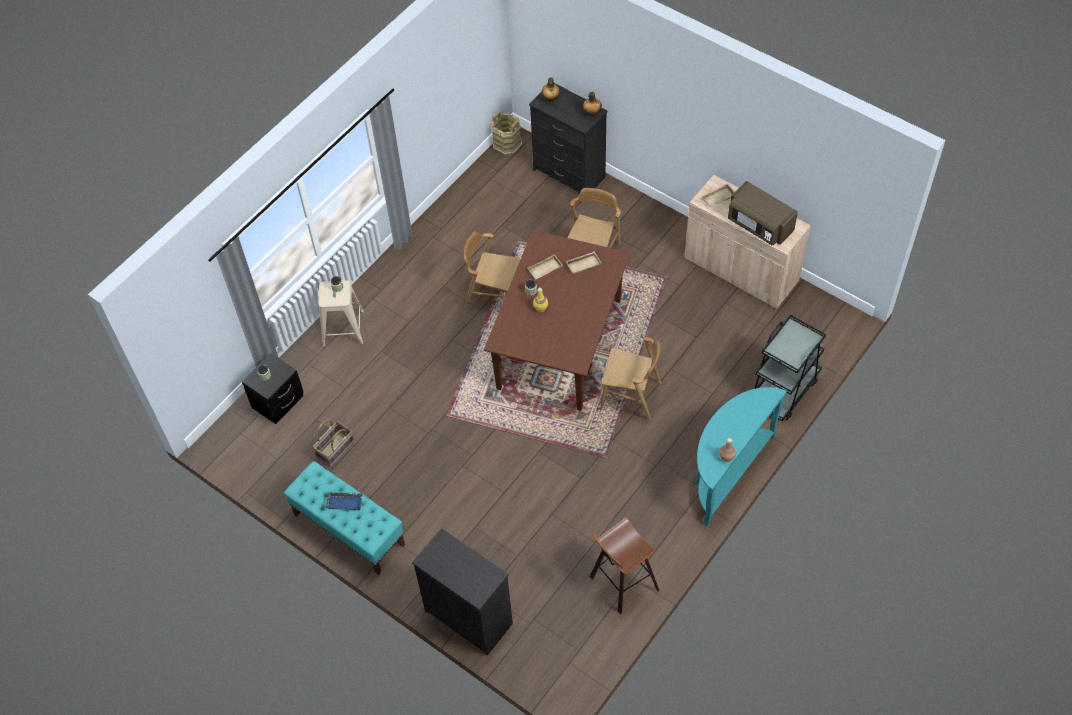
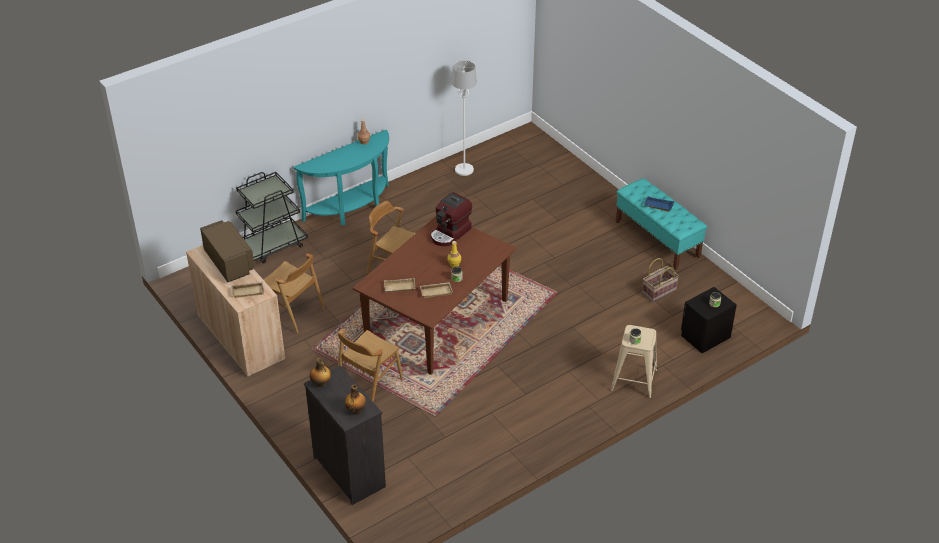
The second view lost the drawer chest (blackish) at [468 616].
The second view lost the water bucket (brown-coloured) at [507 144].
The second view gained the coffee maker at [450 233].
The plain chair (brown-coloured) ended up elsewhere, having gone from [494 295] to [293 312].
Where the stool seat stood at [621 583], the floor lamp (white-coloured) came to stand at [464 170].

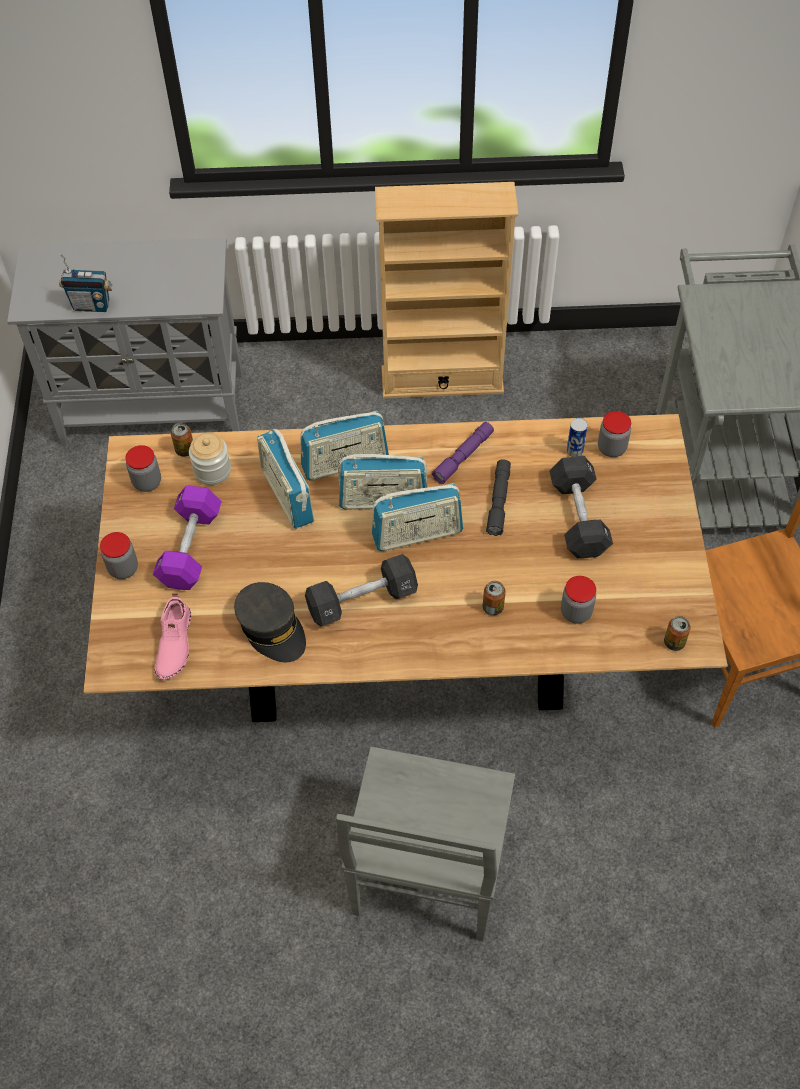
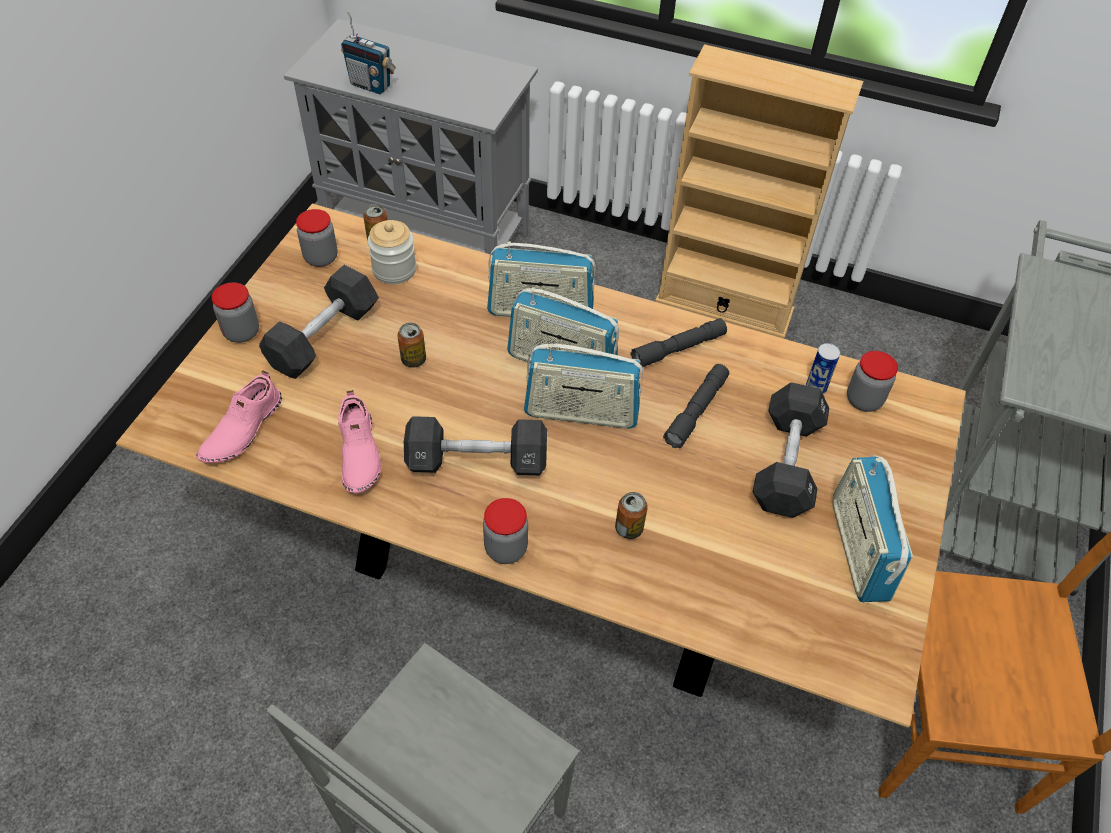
The radio receiver ended up elsewhere, having gone from [287 495] to [858 550].
The storage jar ended up elsewhere, having gone from [576 612] to [506 549].
The sealed can ended up elsewhere, having gone from [674 642] to [413 360].
Where the peaked cap (gray) stood at [272 628], the low shoe (pinkish) came to stand at [358 453].
What was the hand weight (purple) at [190 548] turned into the hand weight (blackish) at [323 337].
What was the torch (purple) at [463 457] turned into the torch (gray) at [678 349].

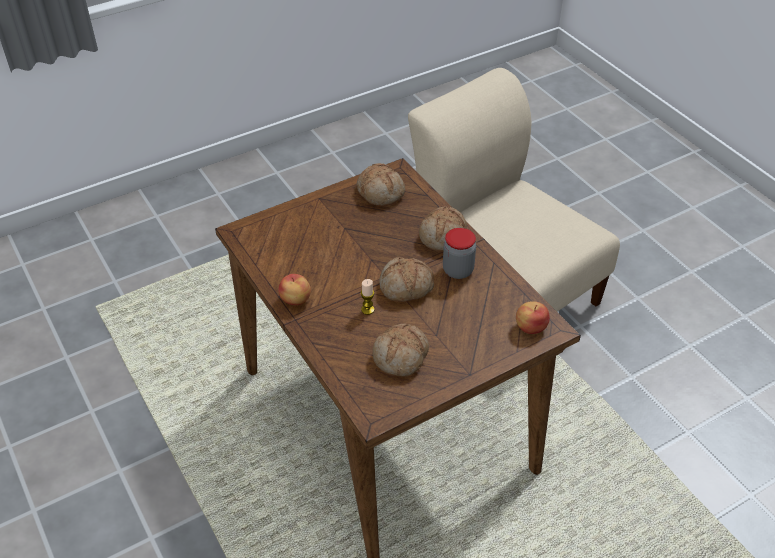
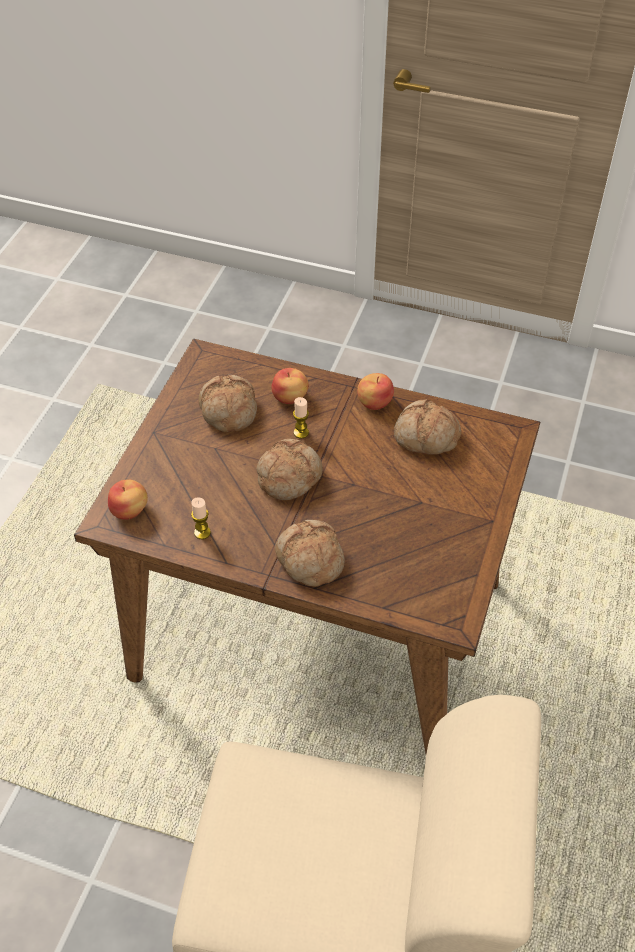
The second view lost the storage jar at [458 270].
The second view gained the wax candle at [202 532].
The second view gained the apple fruit at [290 398].
The bakery bread ended up elsewhere, having gone from [381 192] to [425 437].

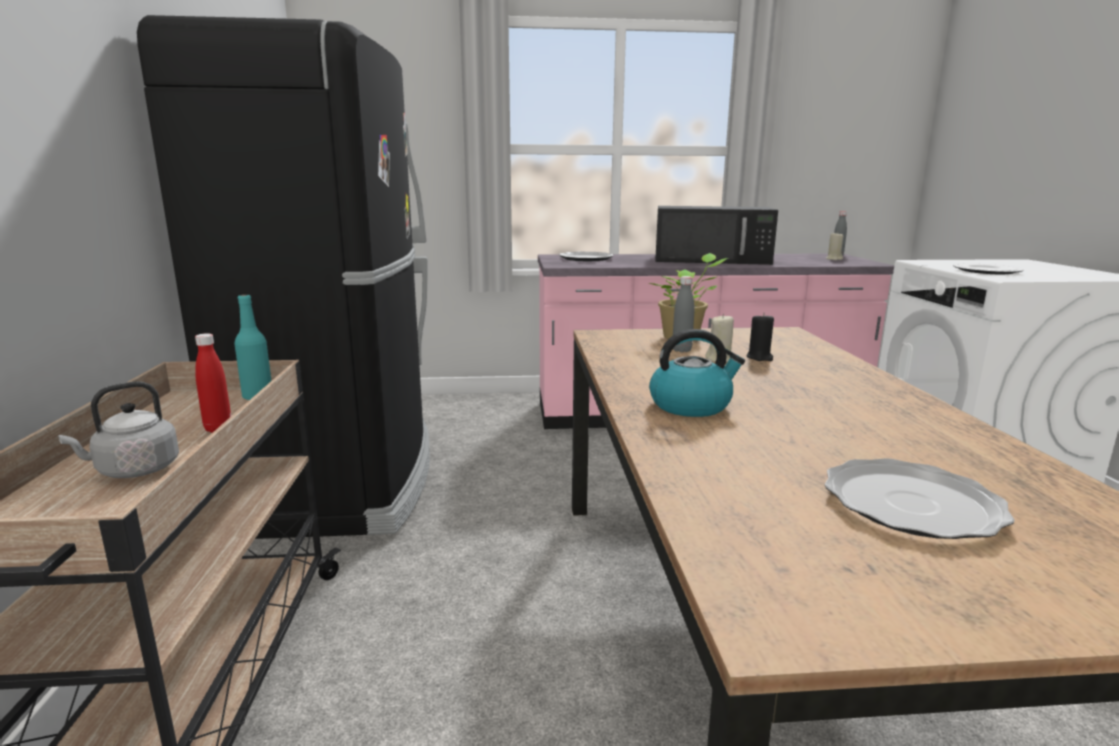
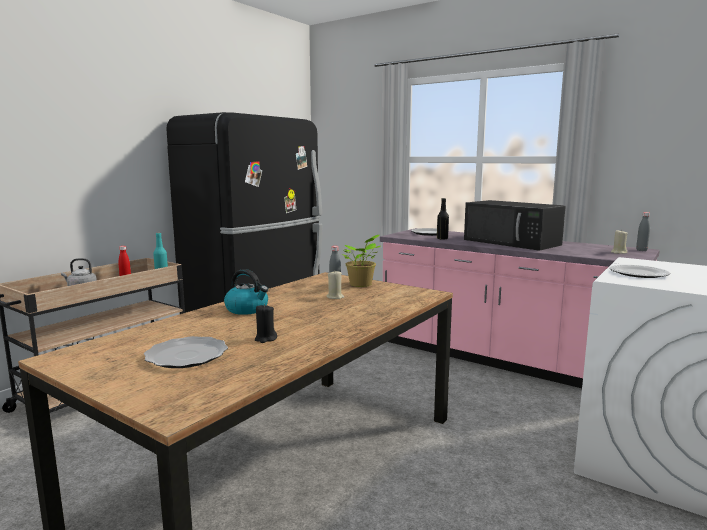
The second view gained the bottle (blackish) at [442 239].
The wax candle (blackish) ended up elsewhere, having gone from [759 357] to [265 339].

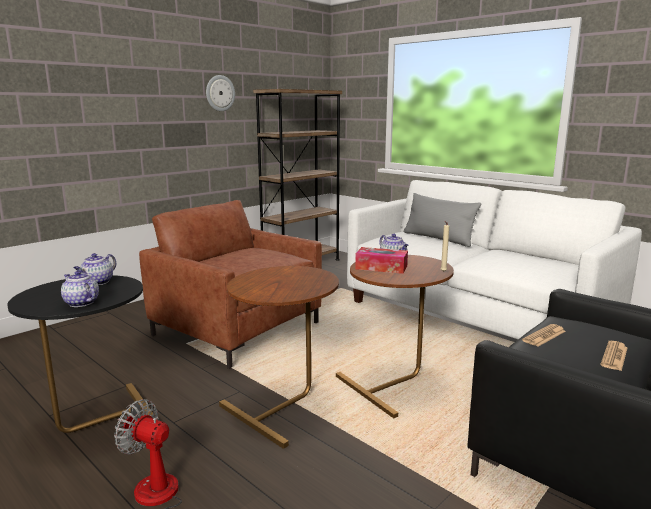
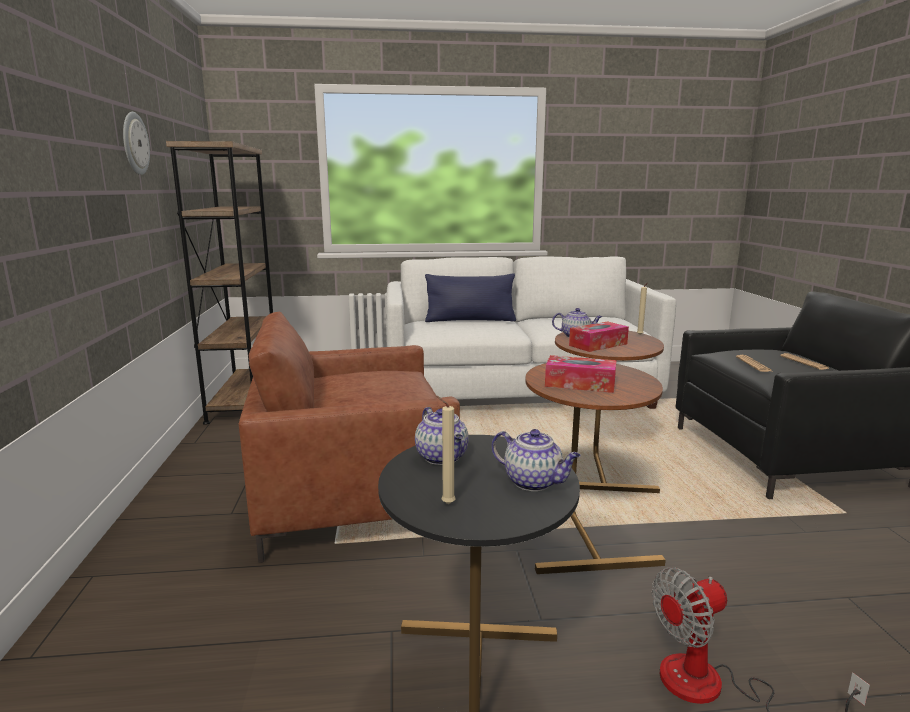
The second view gained the wax candle (beige) at [446 503].
The second view gained the tissue box at [580 384].
What was the pillow (gray) at [438 238] turned into the pillow (bluish) at [470 320].
The tea pot at [81 303] ended up facing another way, 135 degrees counterclockwise from before.

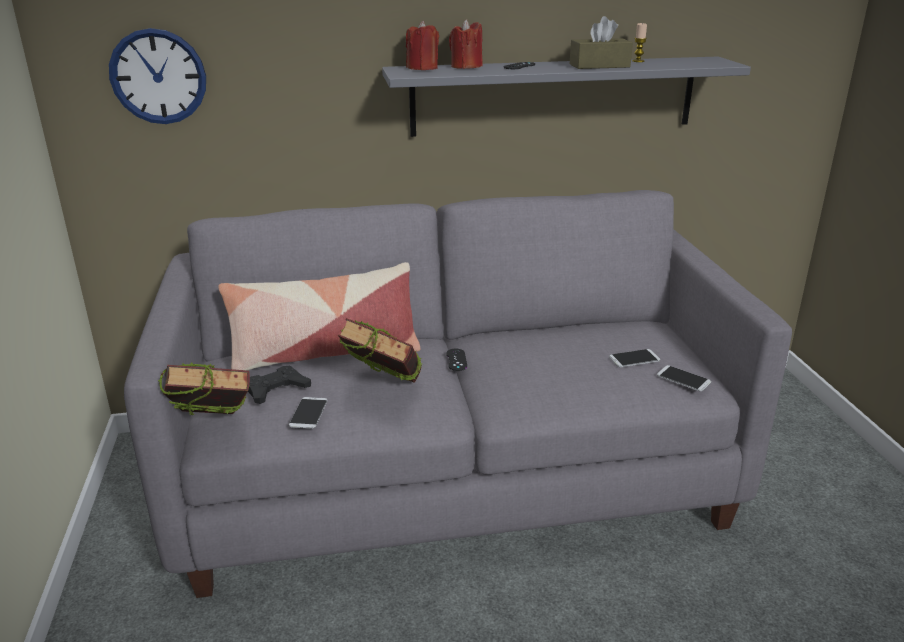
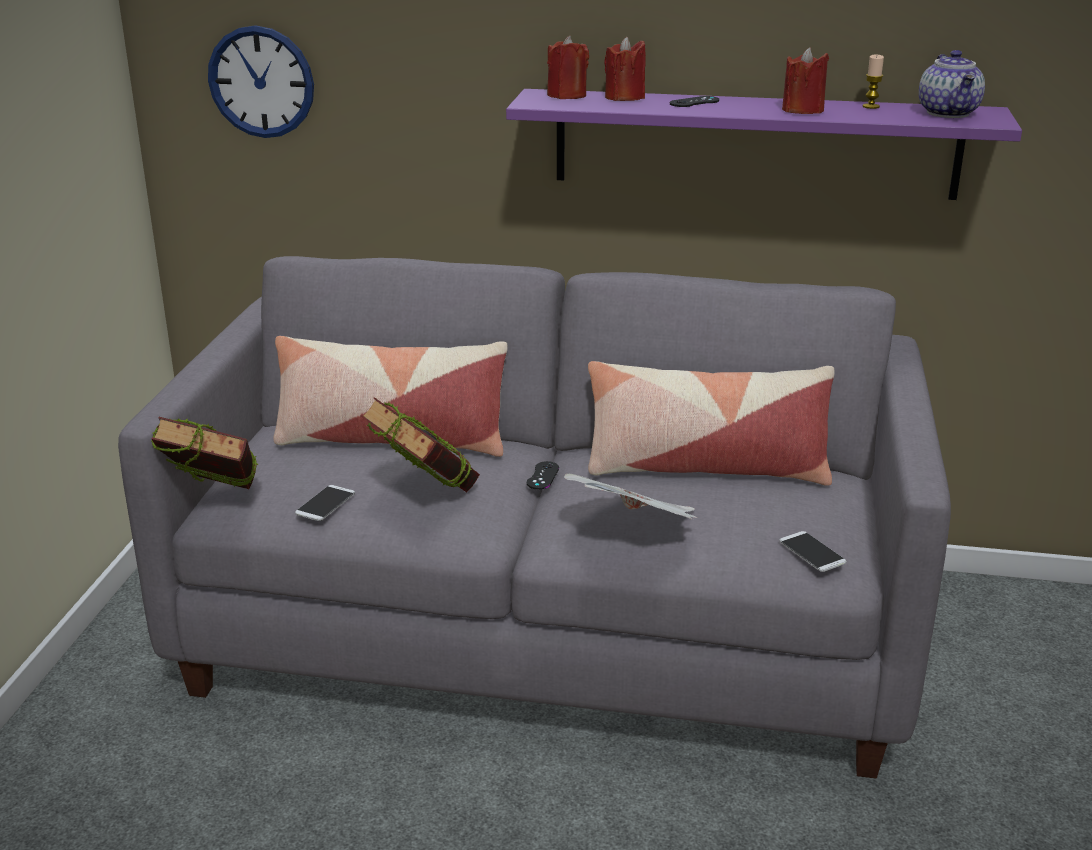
The second view lost the gamepad (blackish) at [277 390].
The second view lost the phone at [634 359].
The second view gained the newspaper at [635 528].
The second view gained the pillow at [706 467].
The second view gained the tea pot at [949 113].
Where the tissue box (brown-coloured) stood at [599 66], the wax candle (red) came to stand at [802 110].
What was the wall shelf (gray) at [554 96] turned into the wall shelf (purple) at [755 143].

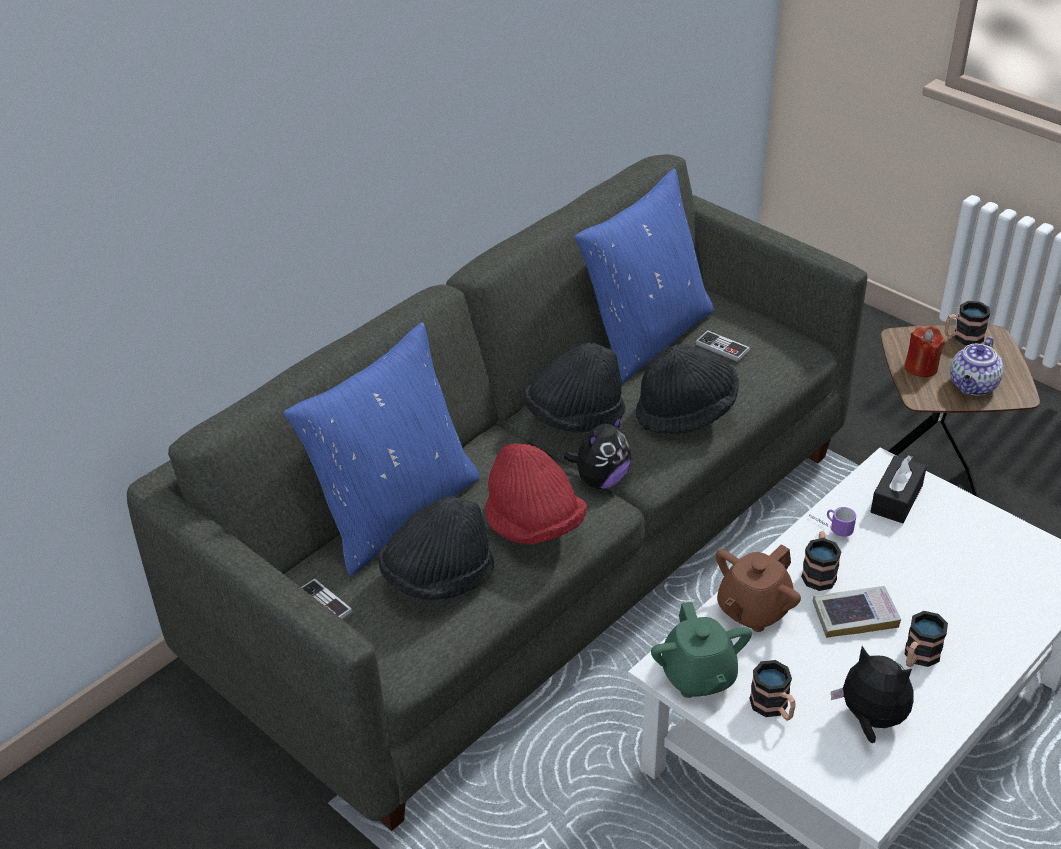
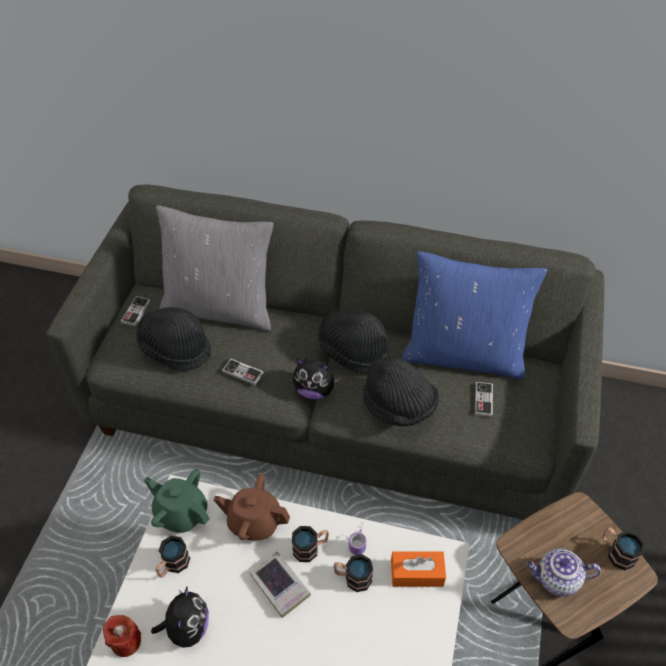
The wax candle (red) ended up elsewhere, having gone from [921 367] to [126 642].
The mug ended up elsewhere, having gone from [918 657] to [352 578].
Where the hat (red) stood at [533 525], the gamepad came to stand at [243 372].
What was the pillow (bluish) at [395 512] turned into the pillow (gray) at [220 307].
What was the tissue box (blackish) at [896 499] turned into the tissue box (orange-coloured) at [417 573].
The tea pot (green-coloured) at [698 676] ended up facing another way, 75 degrees clockwise from before.

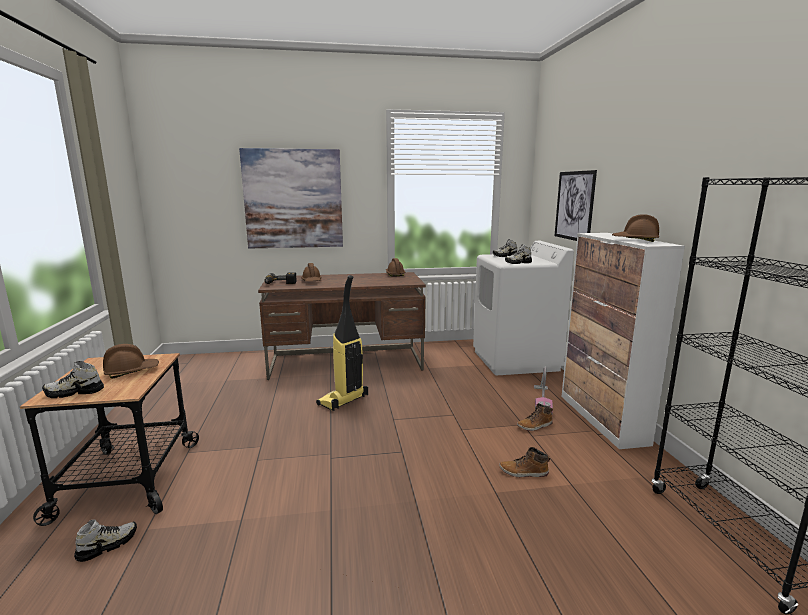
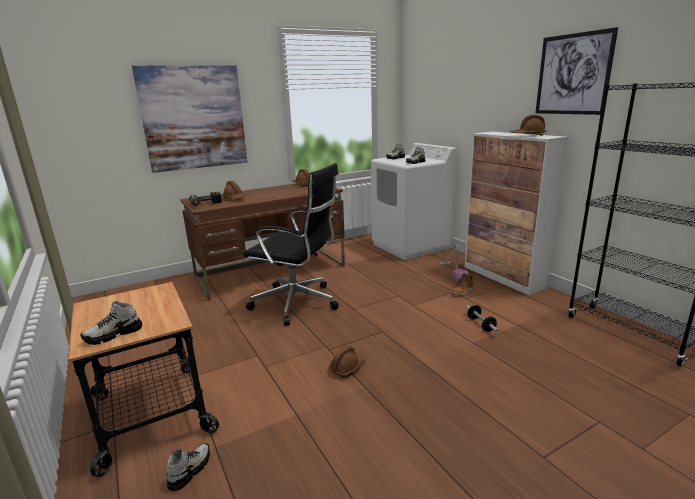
The safety helmet (brown-coloured) ended up elsewhere, having gone from [131 371] to [347 367].
The wall picture ended up elsewhere, having gone from [574 206] to [573 74].
Where the hoover stood at [343 401], the office chair (blackish) came to stand at [298 303].
Where the high-top boot stood at [523 472], the hand weight came to stand at [481 325].

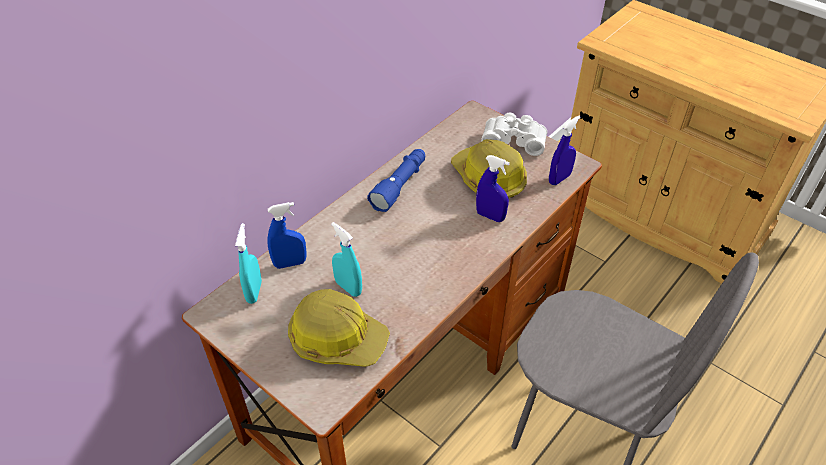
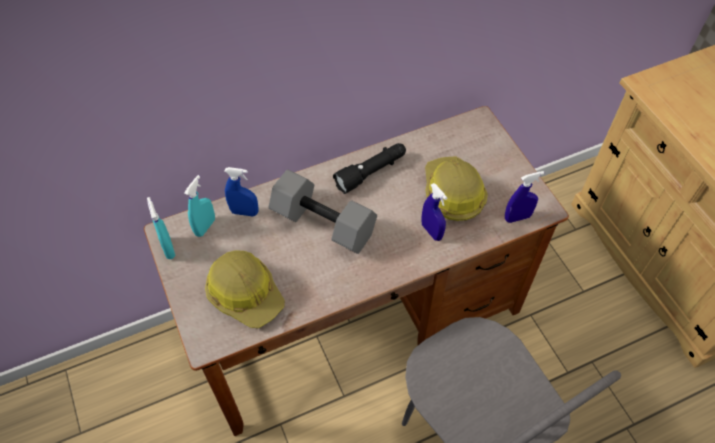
The second view lost the binoculars (white-coloured) at [514 140].
The second view gained the hand weight (gray) at [321 224].
The sprayer (turquoise) ended up elsewhere, having gone from [348 287] to [168 248].
What was the torch (bluish) at [400 185] turned into the torch (blackish) at [371 172].

